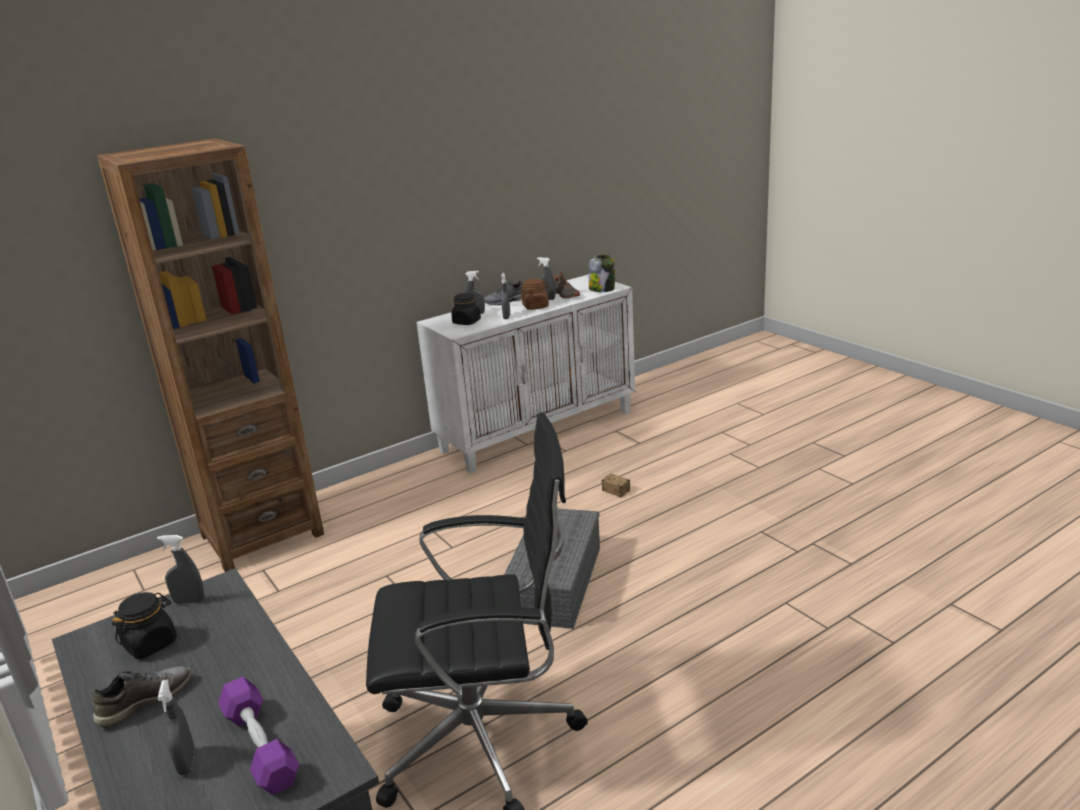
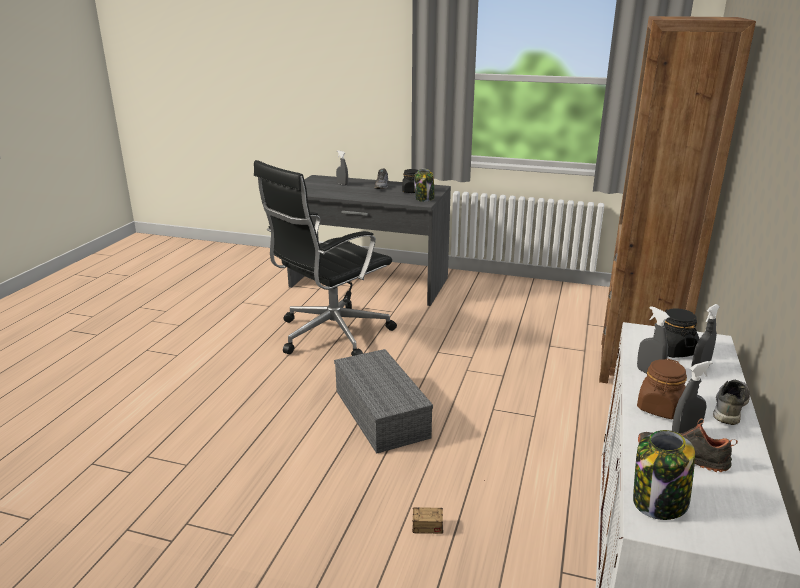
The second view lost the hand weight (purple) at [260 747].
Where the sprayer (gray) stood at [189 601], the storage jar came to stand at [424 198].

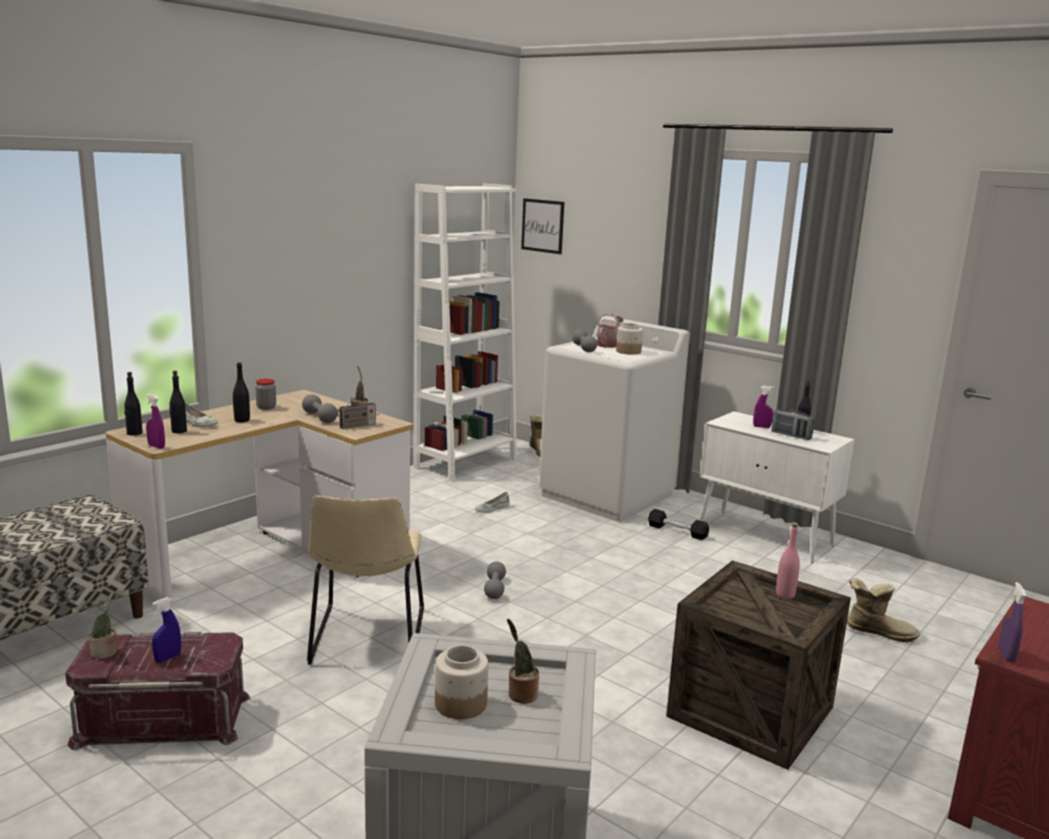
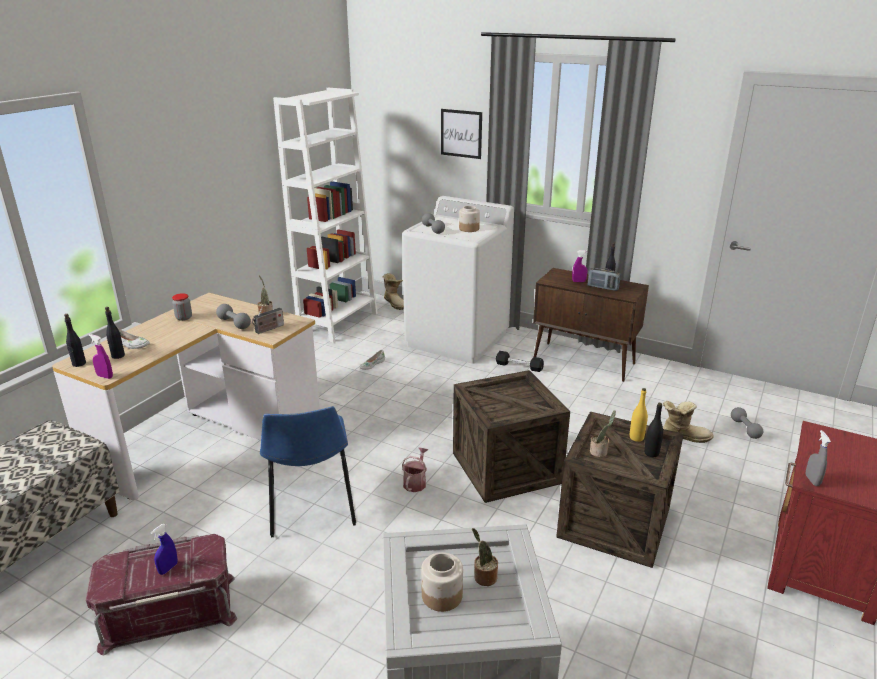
The second view gained the shipping crate at [506 468].
The plant in a pot ended up elsewhere, having gone from [106 652] to [600 452].
The bottle (blackish) ended up elsewhere, having gone from [242 420] to [651 453].
The hand weight (gray) ended up elsewhere, having gone from [494 588] to [745 429].
The wall picture ended up elsewhere, having gone from [542 226] to [461 133].
The watering pot ended up elsewhere, having gone from [608 344] to [415 482].
What was the plain chair (beige) at [367 639] turned into the plain chair (bluish) at [311 505].
What was the storage cabinet (white-coloured) at [766 536] turned into the storage cabinet (brown-coloured) at [584 362].
What was the bottle (pinkish) at [785 594] turned into the bottle (yellow) at [636 438].
What was the sprayer (purple) at [1006 655] turned into the sprayer (gray) at [812 480].

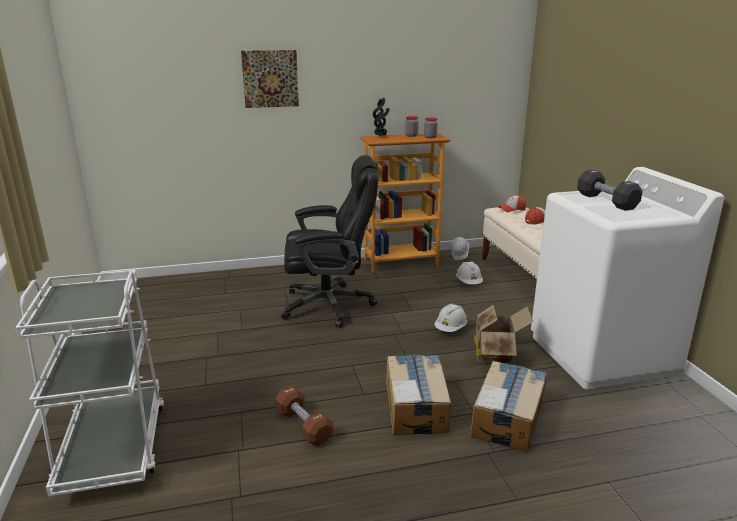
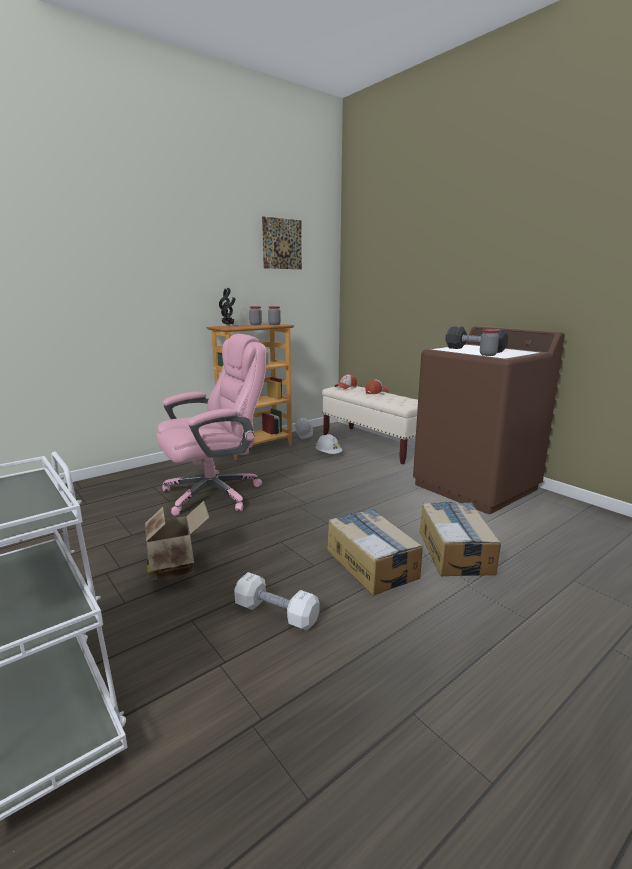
The second view lost the safety helmet (white-coloured) at [450 329].
The second view gained the storage jar at [488 355].
The wall picture ended up elsewhere, having gone from [270 79] to [282 244].
The packing box ended up elsewhere, having gone from [496 354] to [176 565].
What was the hand weight (brown-coloured) at [304 425] turned into the hand weight (white-coloured) at [276 613].
What was the office chair (blackish) at [330 305] turned into the office chair (pinkish) at [215 493].
What was the washing machine (white-coloured) at [601 355] turned into the washing machine (brown-coloured) at [476 487].

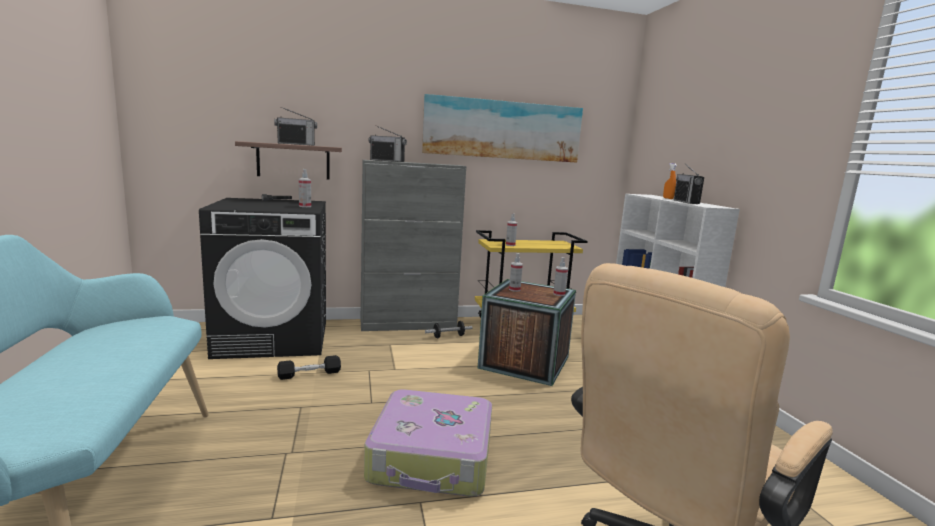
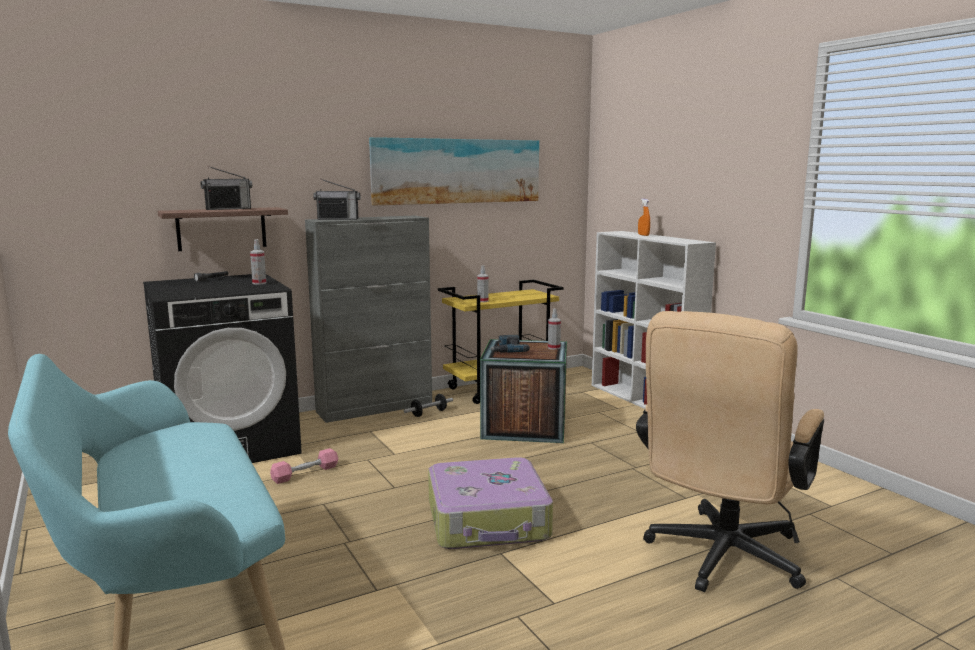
The second view lost the radio receiver at [686 202].
Where the sprayer stood at [514 289], the drill came to stand at [507 349].
What was the hand weight (blackish) at [309 374] turned into the hand weight (pinkish) at [305 473].

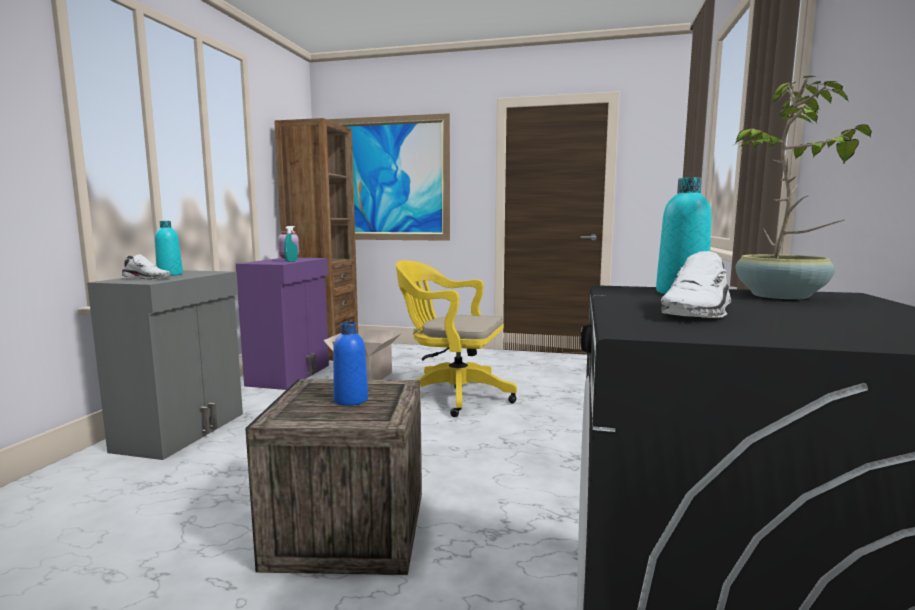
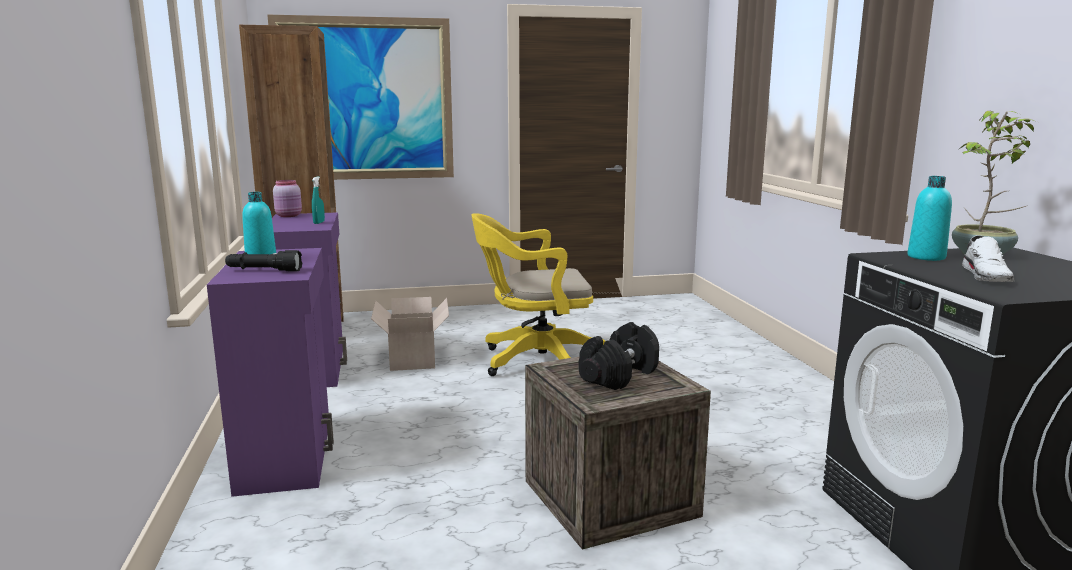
Where the low shoe (white-coloured) stood at [148 278], the torch (blackish) came to stand at [264 270].
Where the bottle (bluish) stood at [351 400], the hand weight (blackish) came to stand at [619 375].
What was the storage cabinet (gray) at [183 431] turned into the storage cabinet (purple) at [288 455].

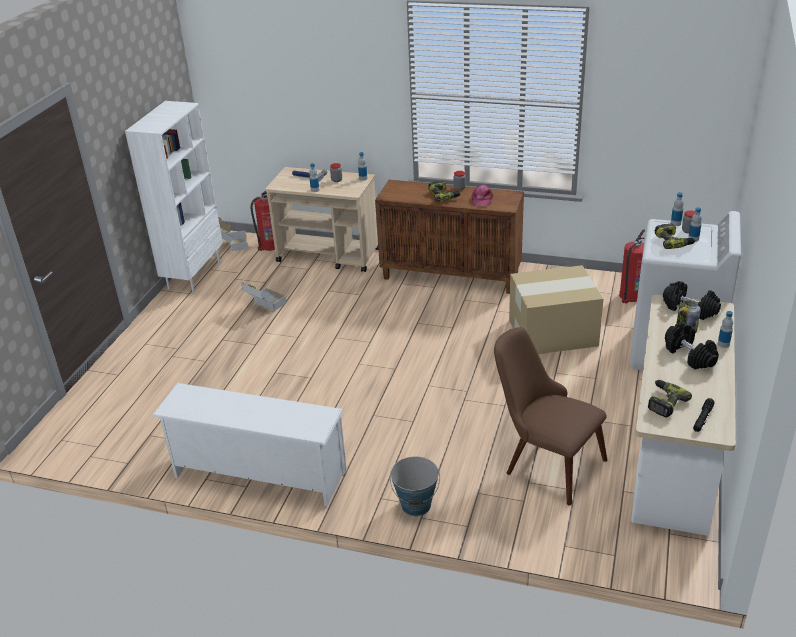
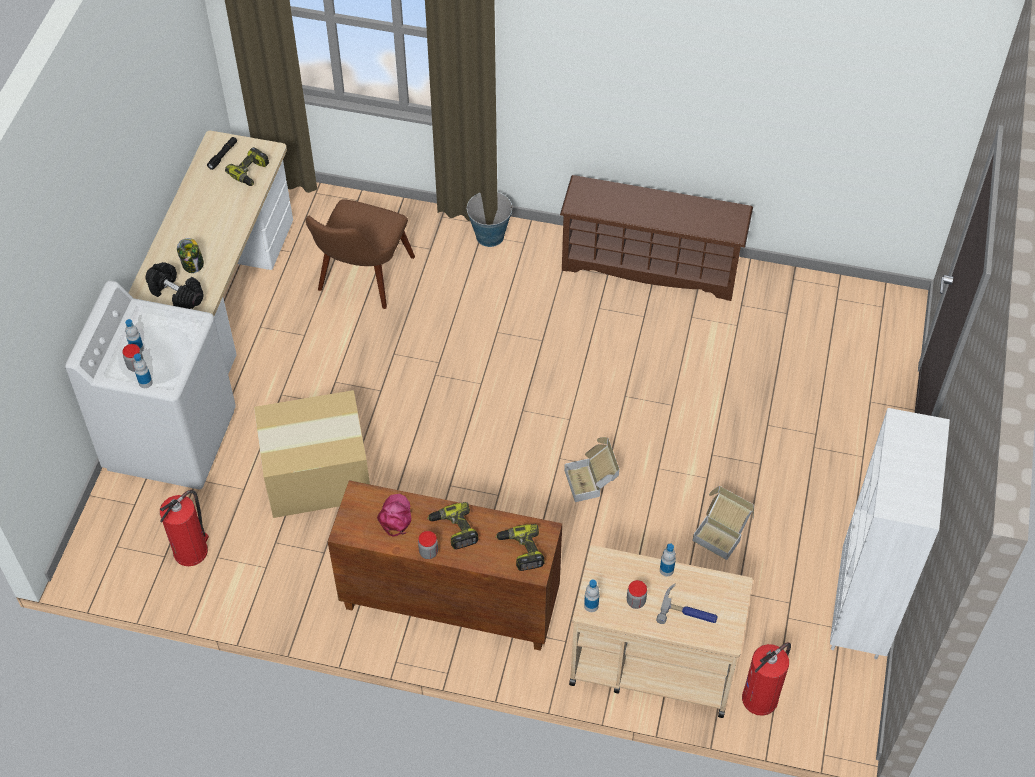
The second view lost the hand weight (blackish) at [690 356].
The second view lost the bottle at [723 344].
The packing box ended up elsewhere, having gone from [232 245] to [592 481].
The drill ended up elsewhere, having gone from [673 242] to [521 550].
What was the shoe shelf (white-coloured) at [258 475] turned into the shoe shelf (brown-coloured) at [651 266].
The plain chair (brown-coloured) at [544 462] ended up facing another way, 75 degrees clockwise from before.

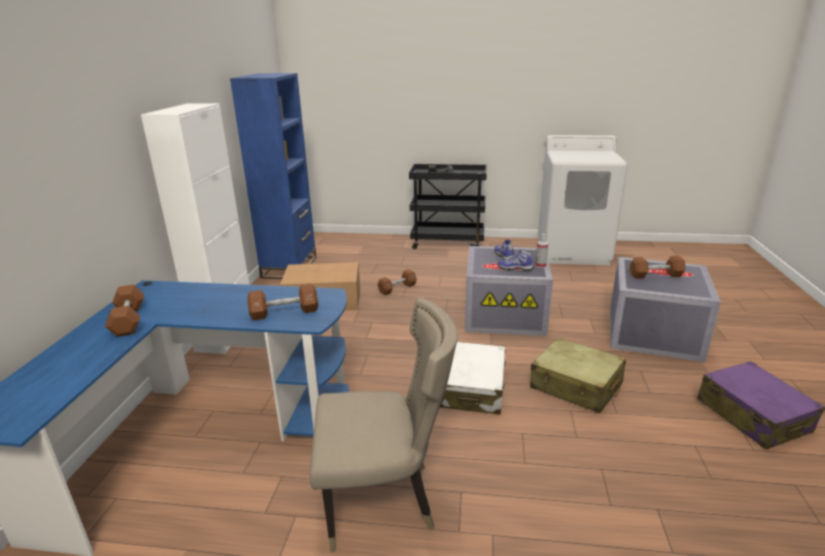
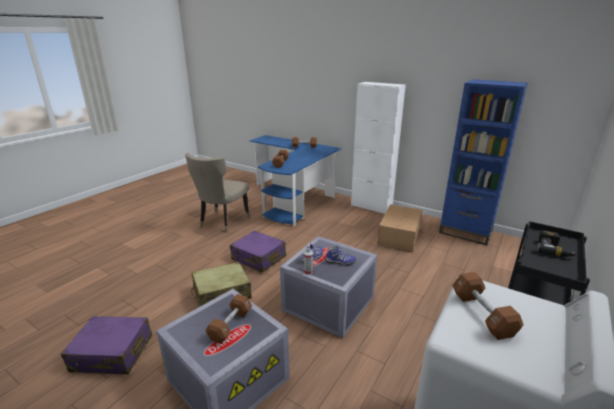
The hand weight (brown-coloured) ended up elsewhere, having gone from [397 288] to [482 314].
What was the travel case (white-coloured) at [472 388] turned into the travel case (purple) at [259 258].

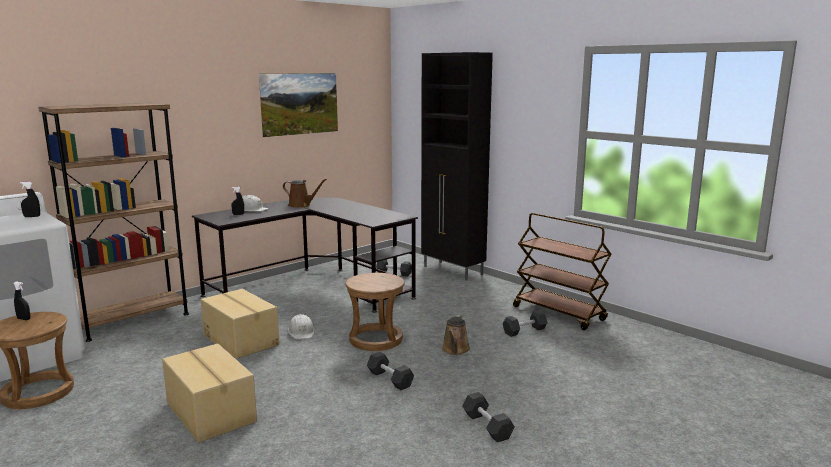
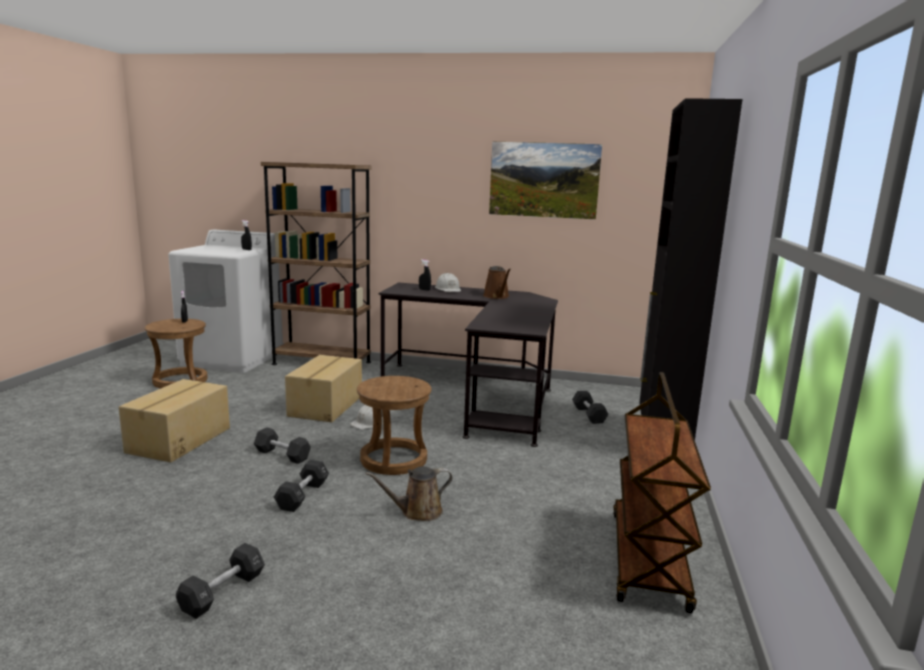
The hand weight (blackish) ended up elsewhere, having gone from [524 331] to [282 455].

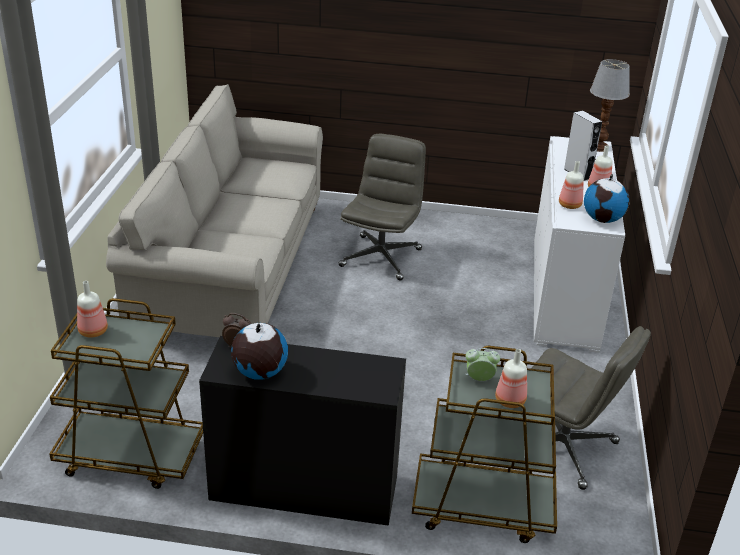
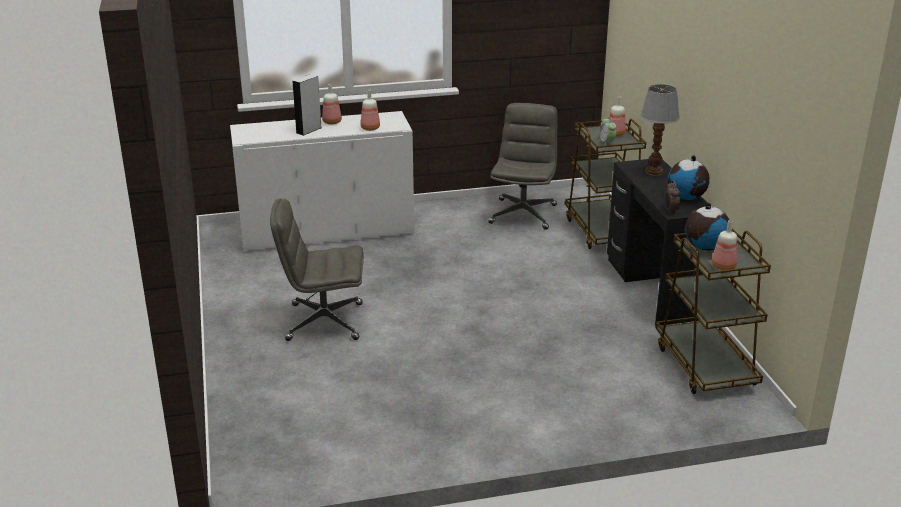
The second view lost the couch (beige) at [232 268].
The world globe ended up elsewhere, having gone from [603 219] to [705 247].
The lamp for a table ended up elsewhere, having gone from [599 147] to [654 171].

